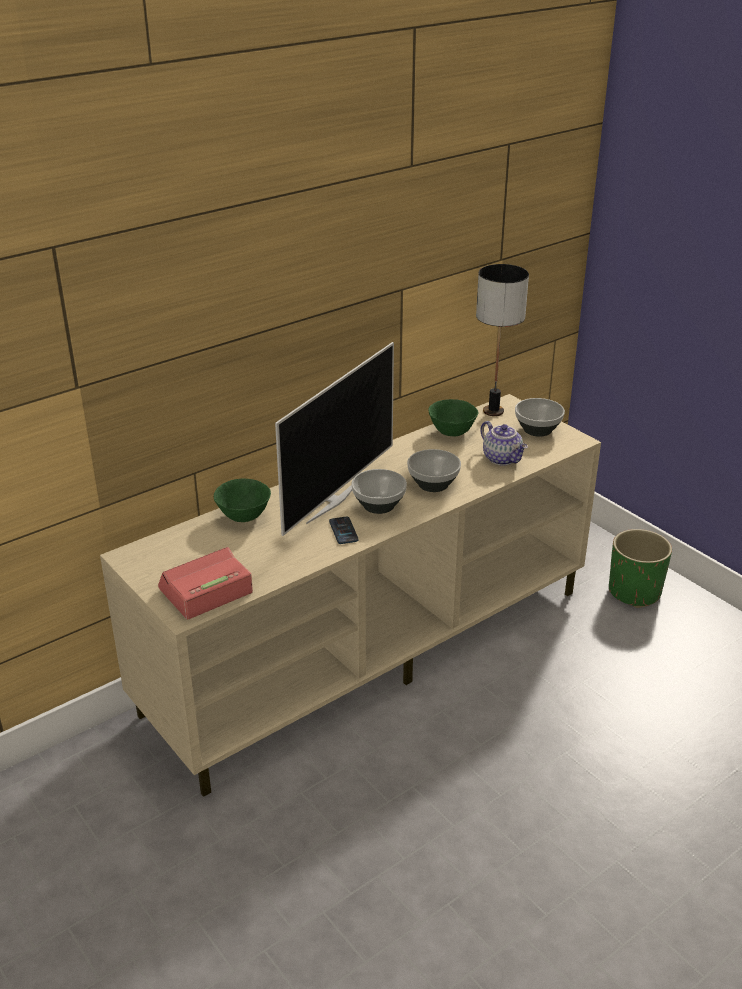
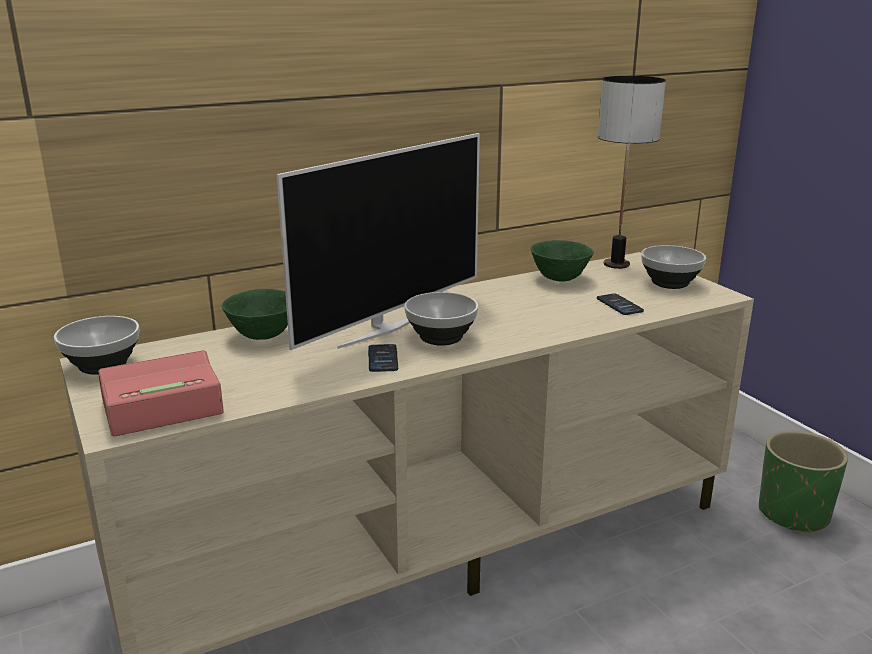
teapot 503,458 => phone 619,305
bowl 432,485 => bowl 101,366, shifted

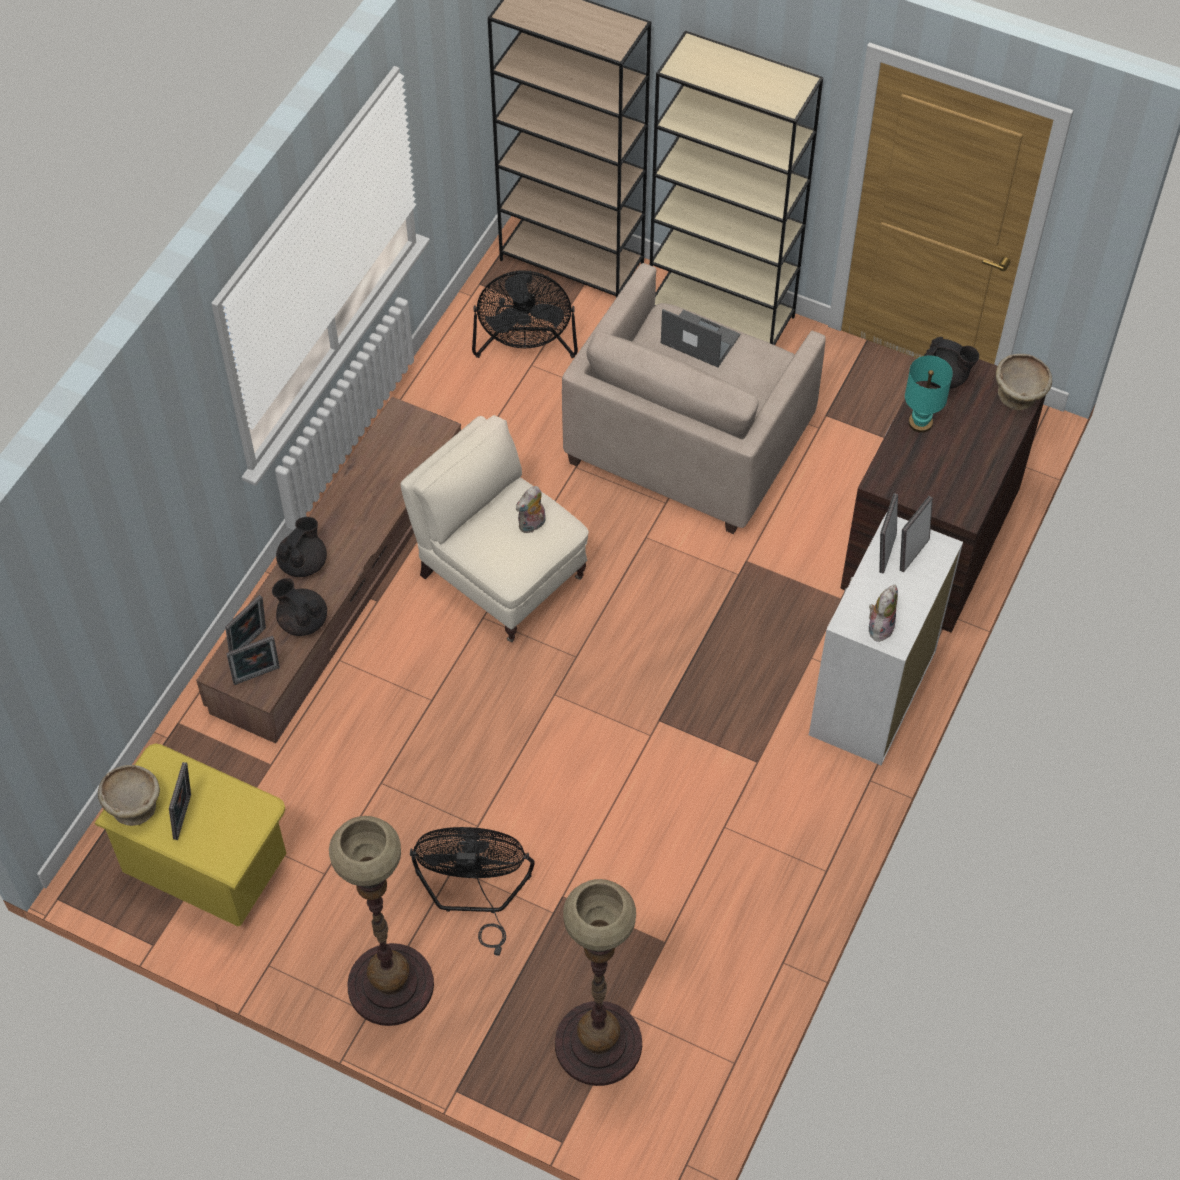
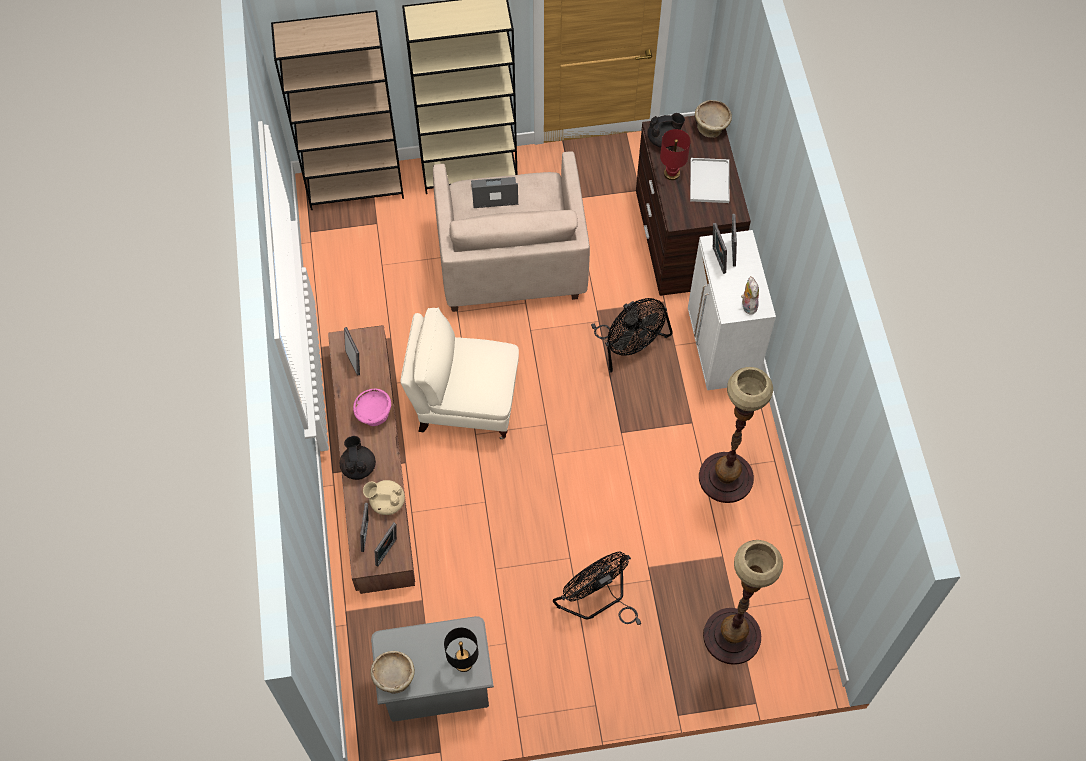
black fan 522,341 => black fan 627,345, shifted
turquoise table lamp 921,423 => red table lamp 672,173
plush toy 532,525 => nothing
black teapot 302,621 => beige teapot 387,502
yellow nightstand 210,867 => grey nightstand 436,684
picture frame 185,817 => picture frame 354,362, shifted
floor lamp 390,985 => floor lamp 726,478, shifted
nothing => white tray 710,182
nothing => pink bowl 374,416
nothing => black table lamp 463,662

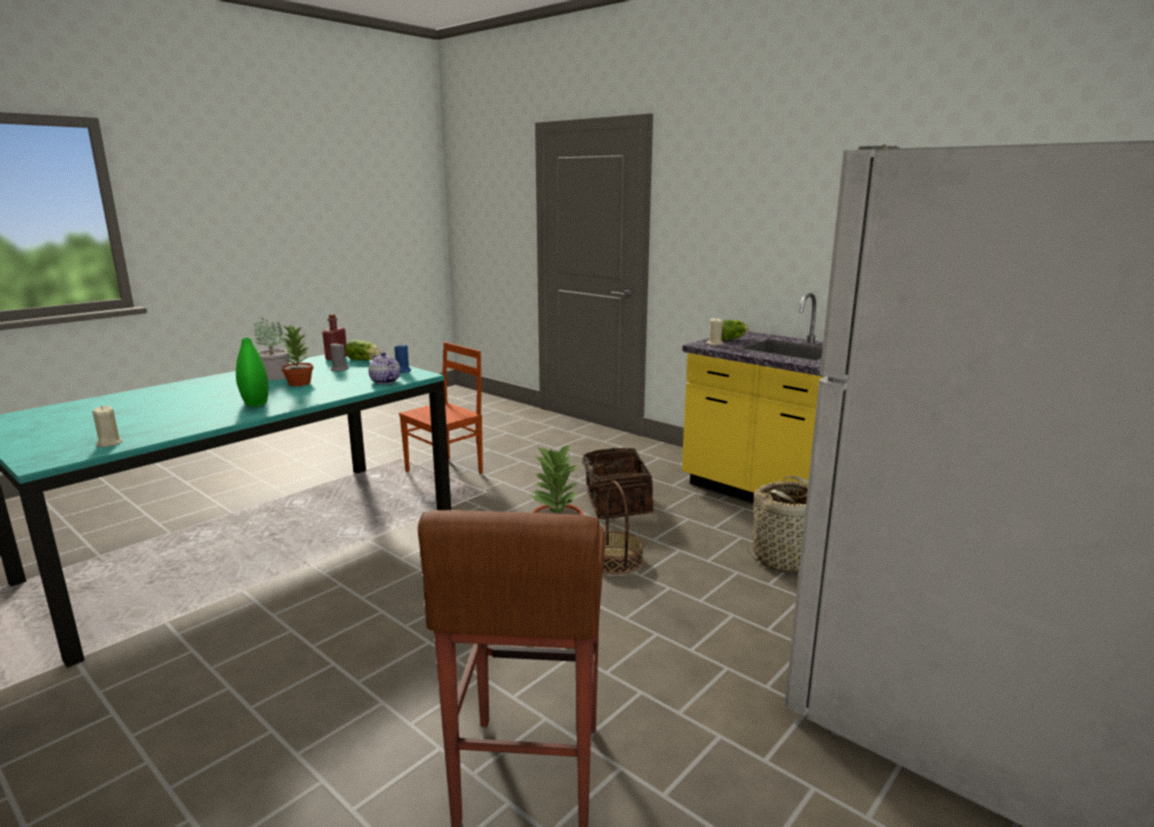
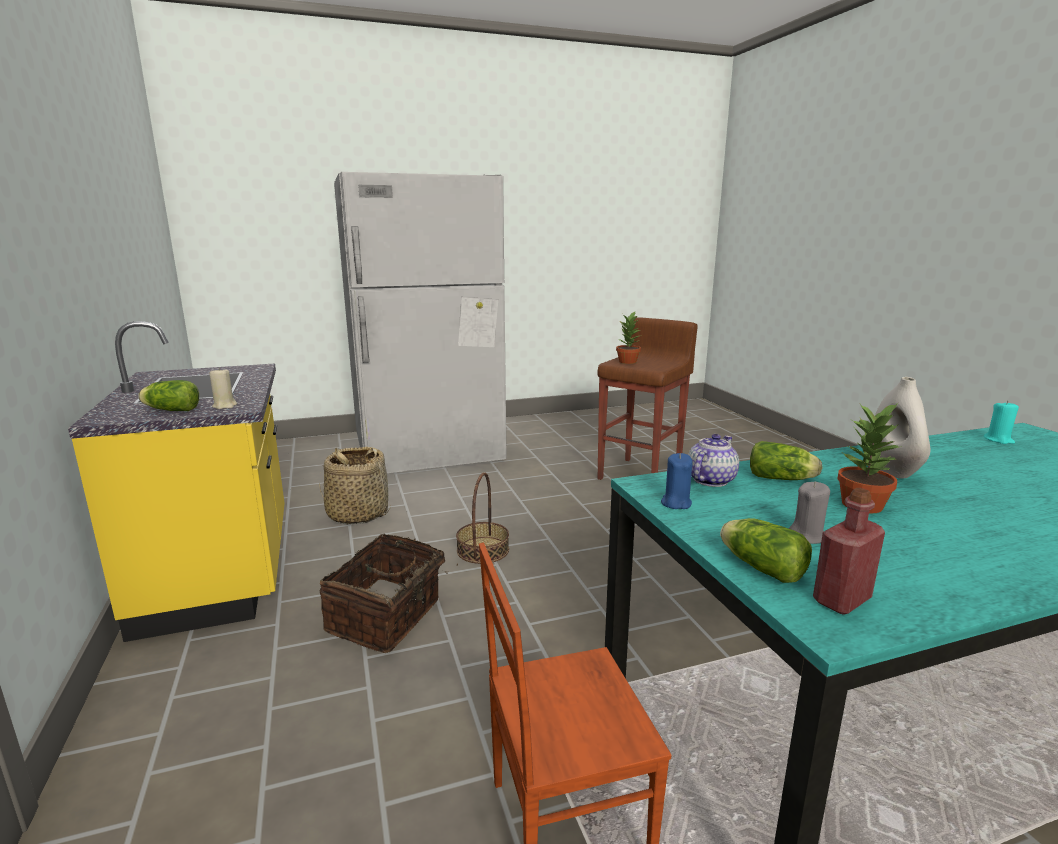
potted plant 274,377 => nothing
green vase 255,403 => white vase 893,471
teapot 384,381 => teapot 710,480, 135 degrees counterclockwise
beige candle 109,443 => turquoise candle 998,440
nothing => lettuce 783,479

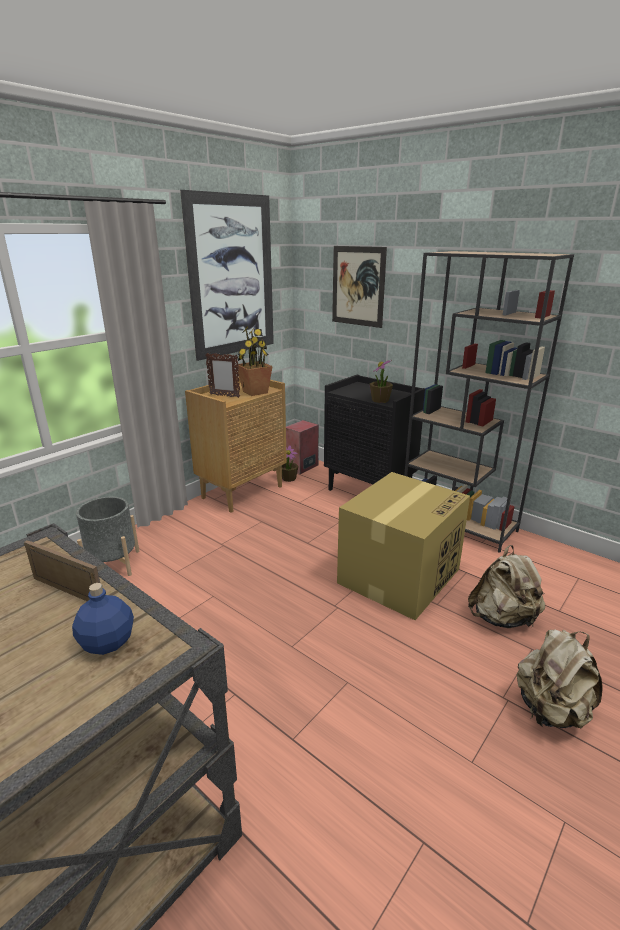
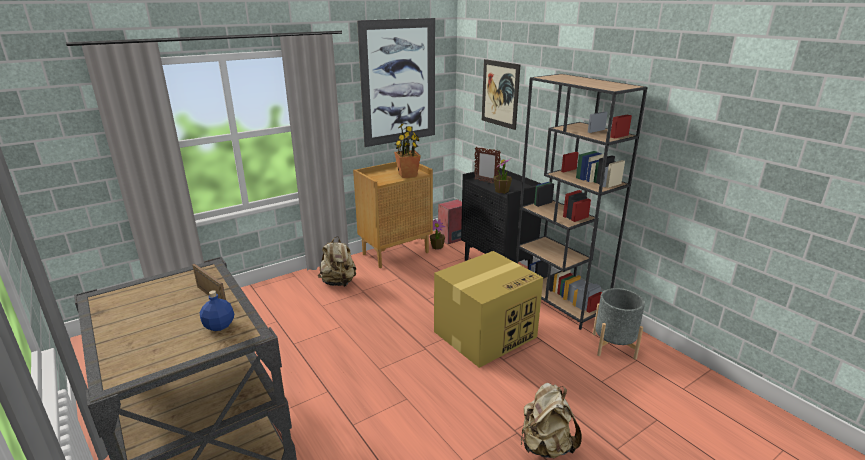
picture frame 224,396 => picture frame 486,182, shifted
grey planter 113,564 => grey planter 613,346, shifted
beige backpack 502,618 => beige backpack 339,283, shifted

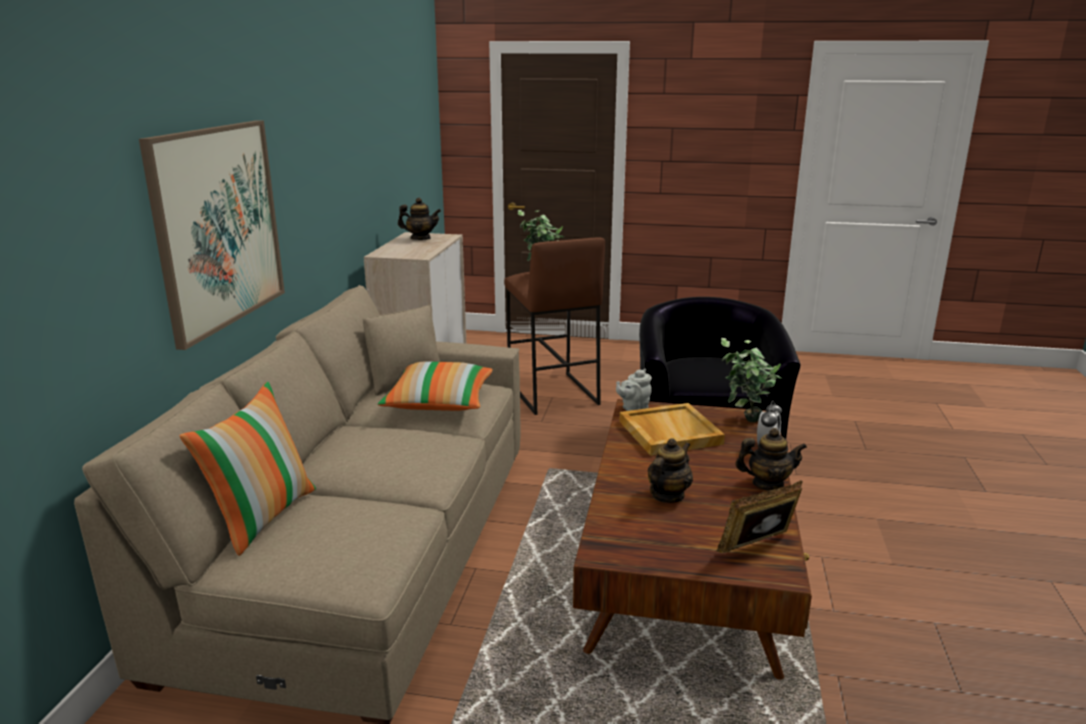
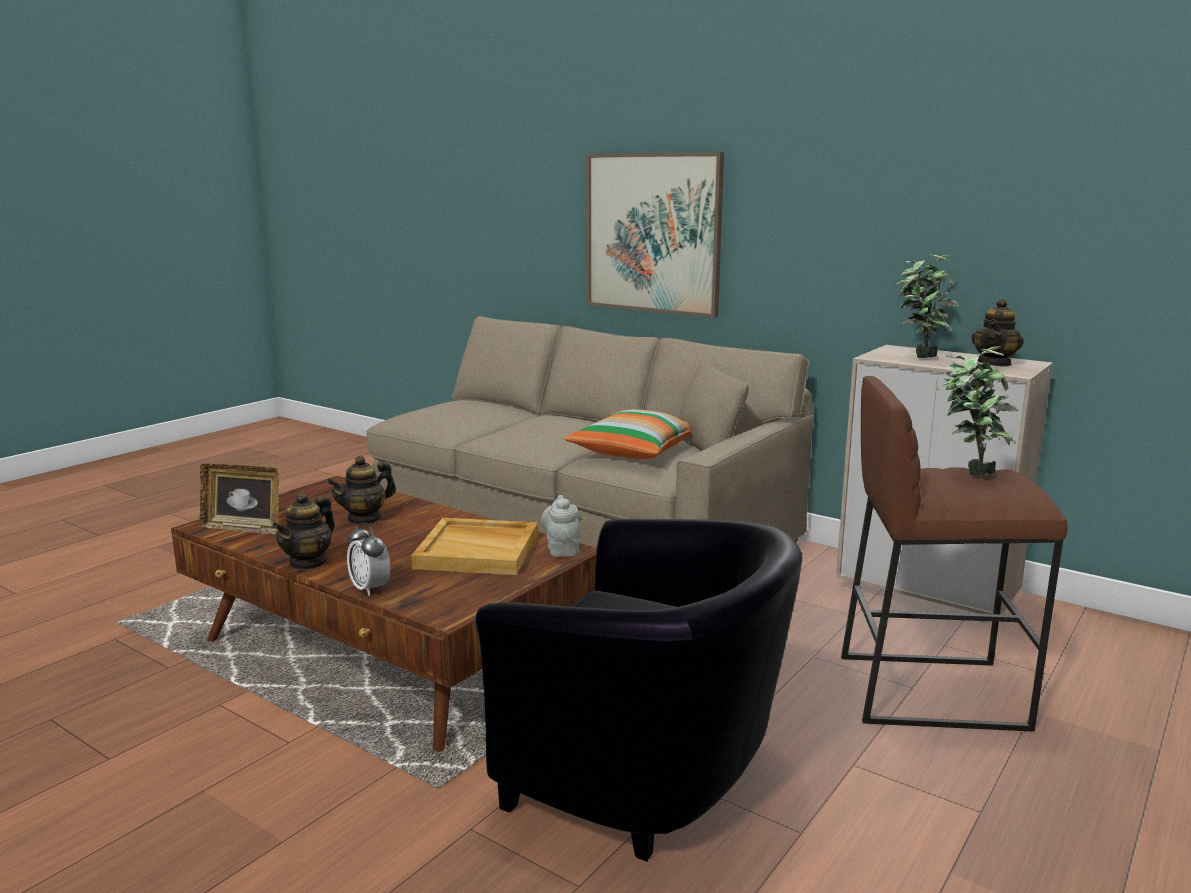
potted plant 744,422 => potted plant 920,356, shifted
pillow 262,516 => nothing
teapot 667,496 => teapot 365,519, 75 degrees clockwise
picture frame 758,547 => picture frame 243,528, 105 degrees clockwise

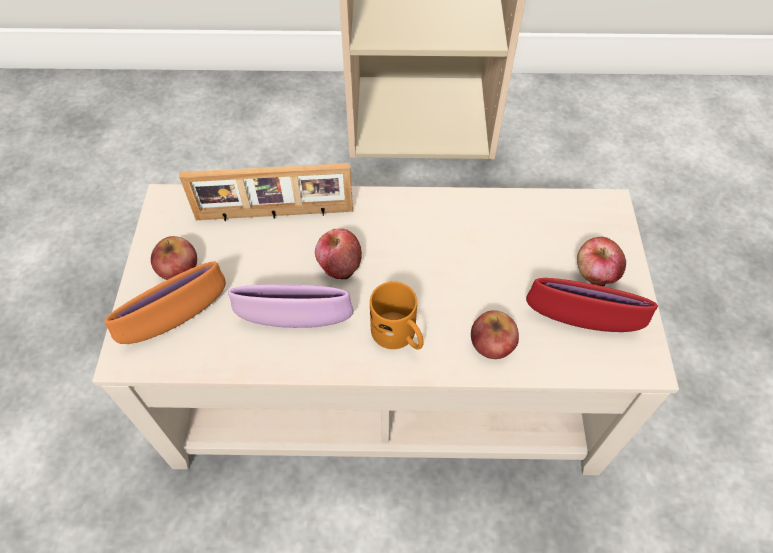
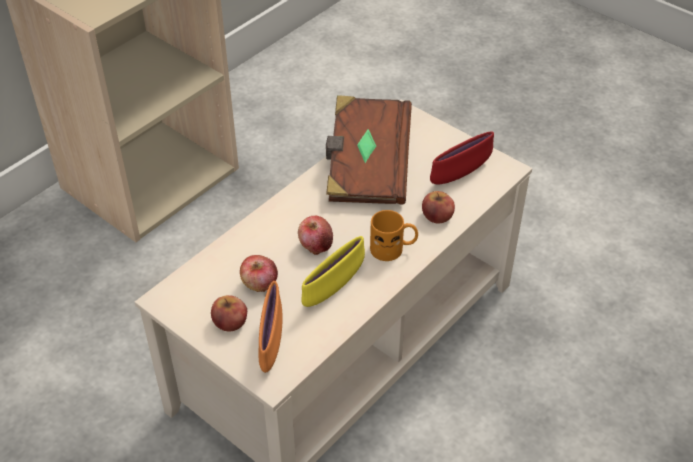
picture frame 274,215 => nothing
apple 595,273 => apple 259,284, shifted
purple bowl 295,321 => yellow bowl 334,287
nothing => brown book 366,169

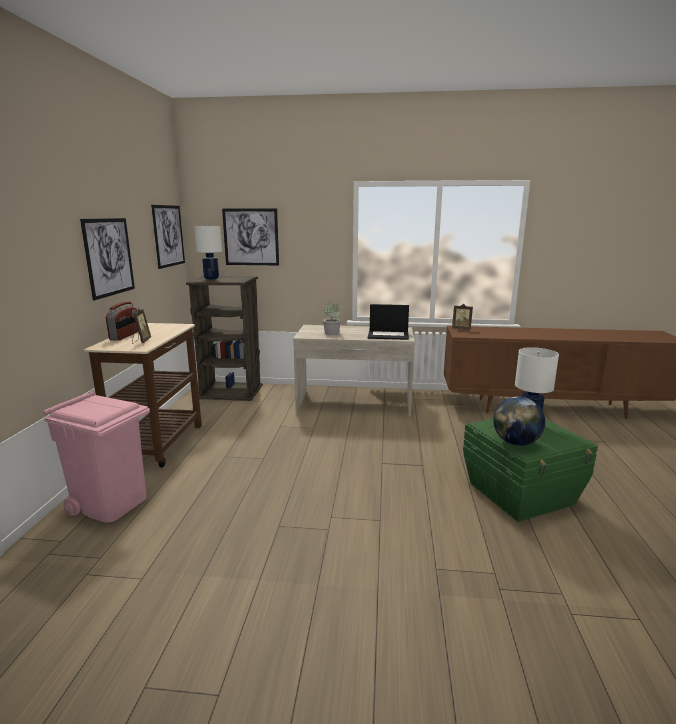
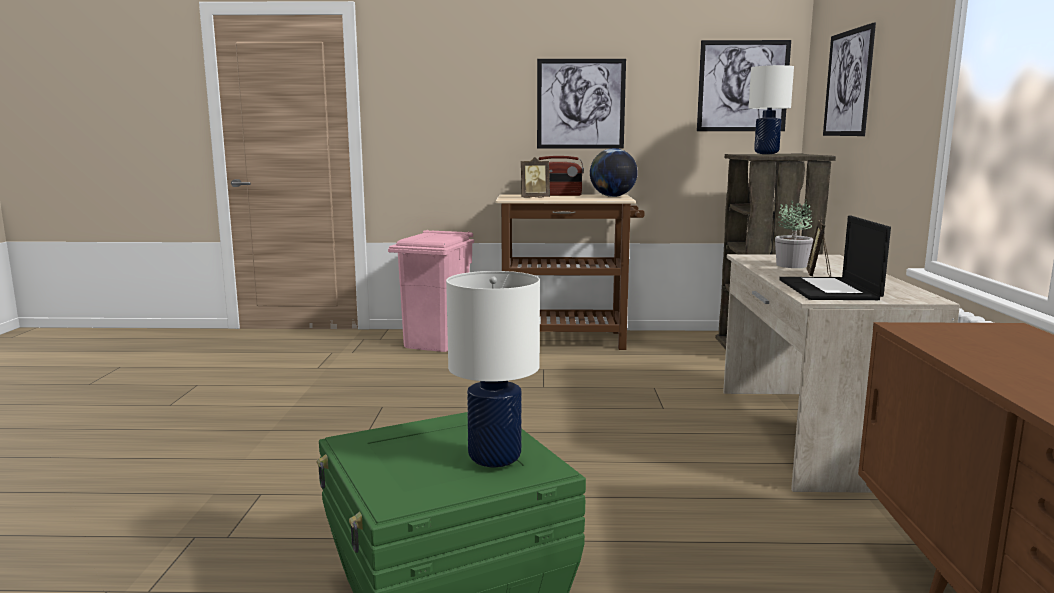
picture frame 461,329 => picture frame 818,275, shifted
globe 516,443 => globe 612,196, shifted

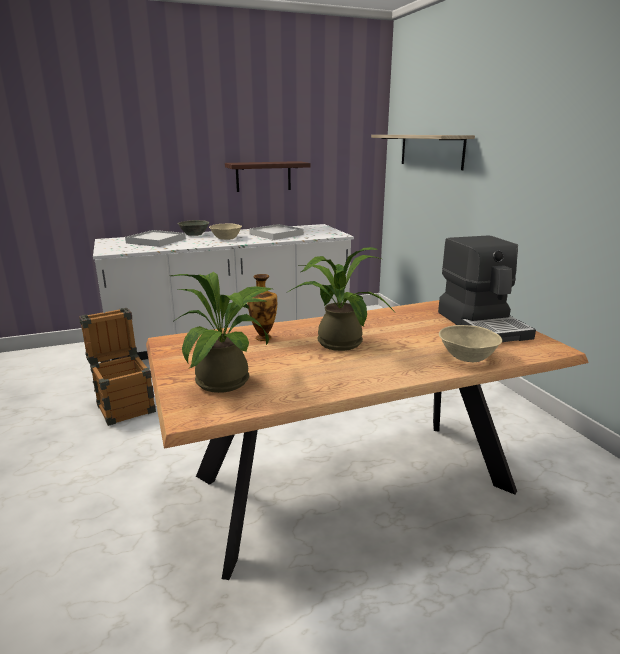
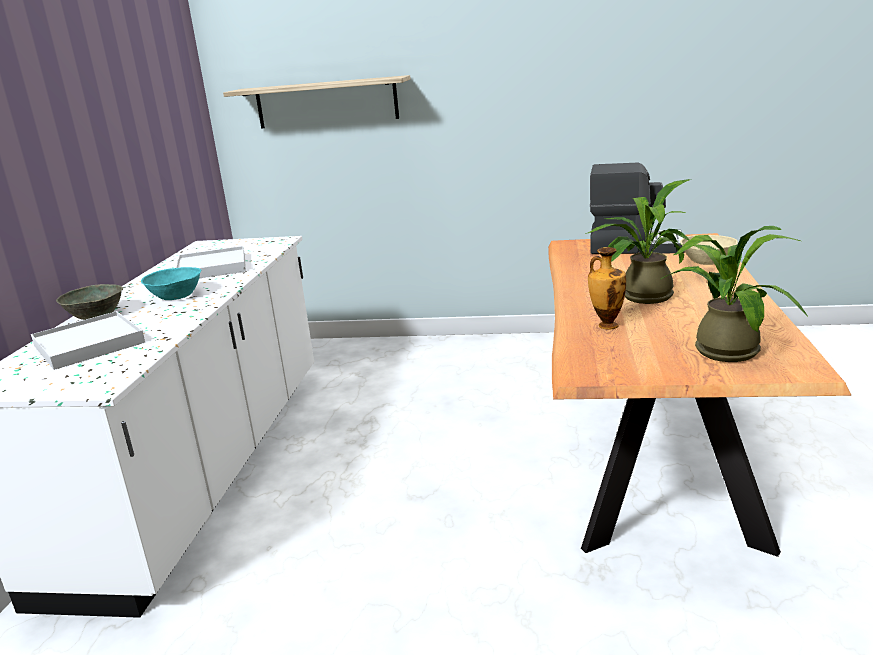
shelf 263,176 => nothing
beige bowl 226,238 => turquoise bowl 176,296
crate 124,405 => nothing

